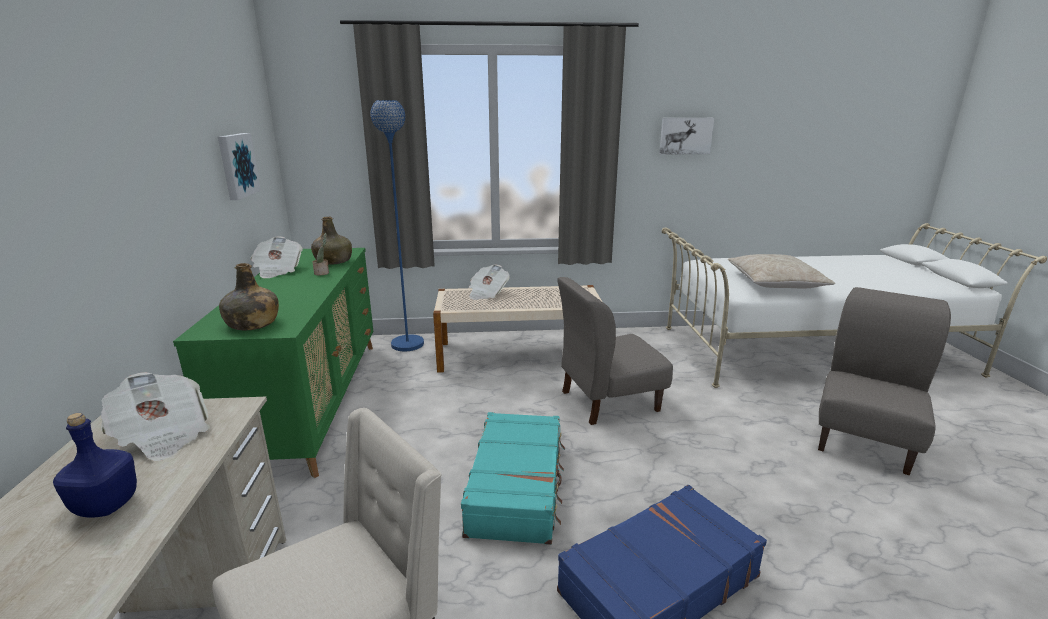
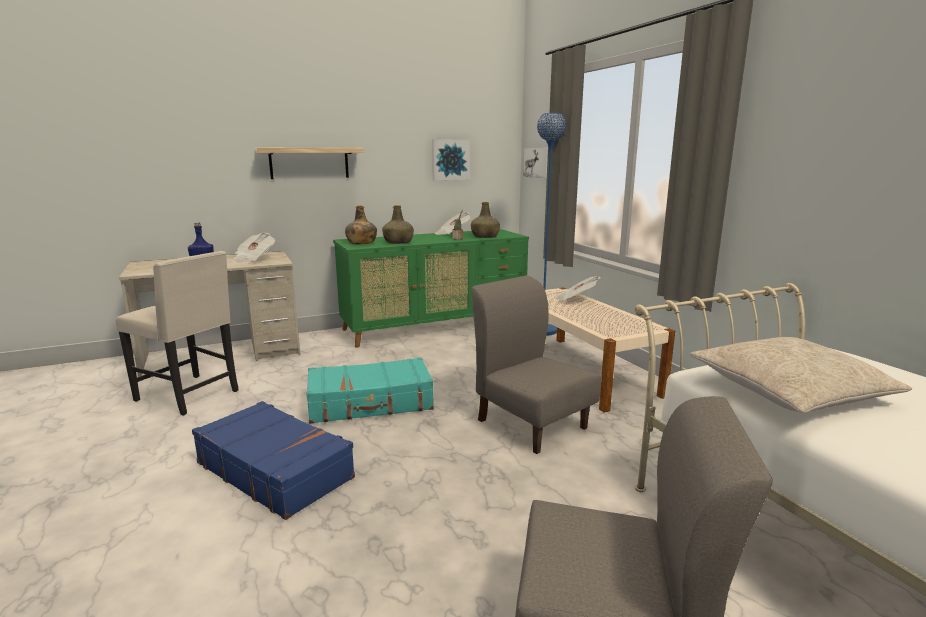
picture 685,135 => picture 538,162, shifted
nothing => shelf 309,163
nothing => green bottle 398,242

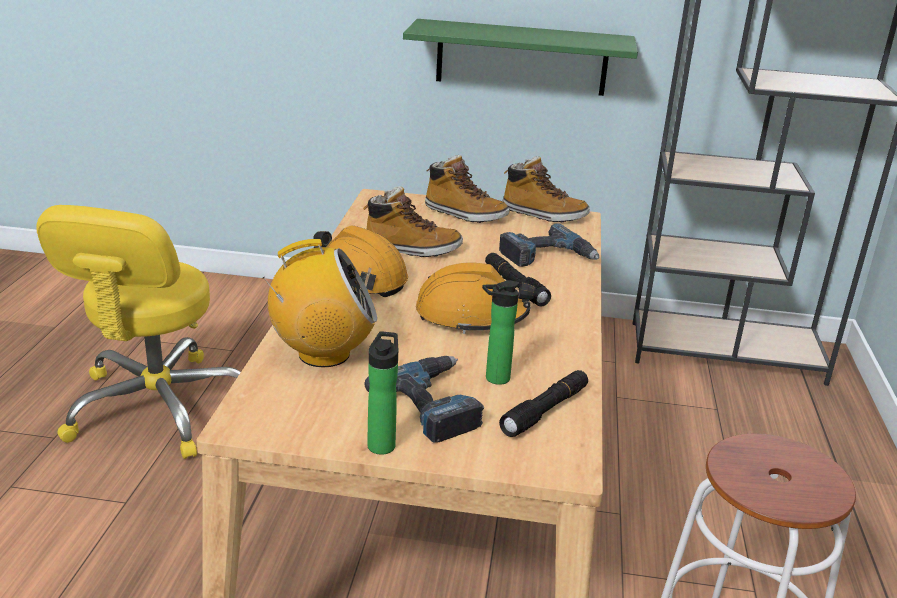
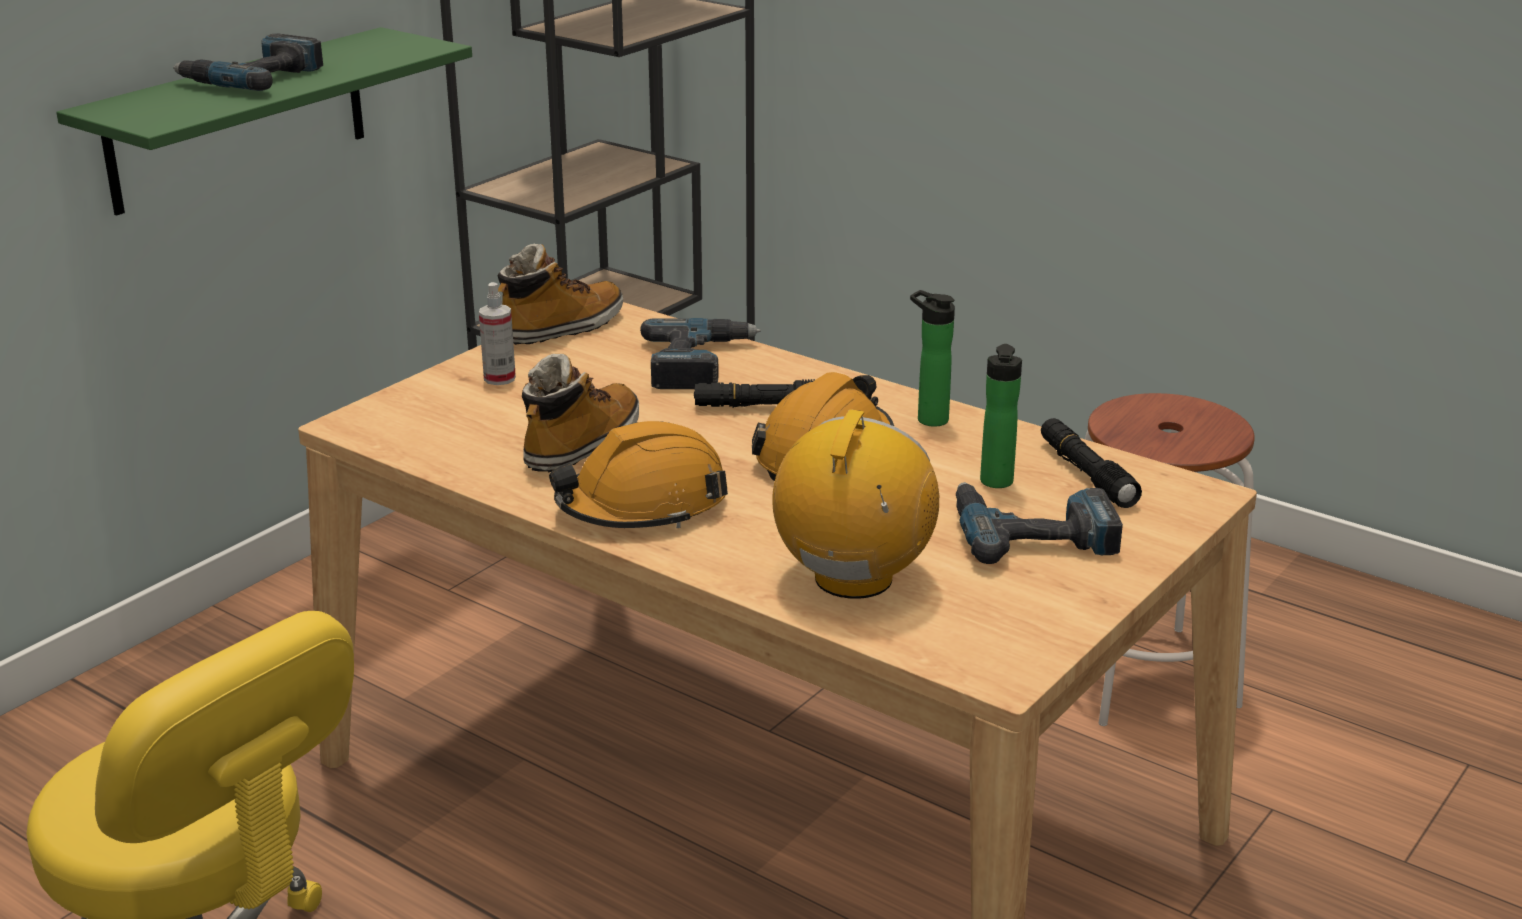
boot 464,214 => spray bottle 499,378
bottle 382,443 => bottle 928,419, shifted
nothing => power drill 253,77

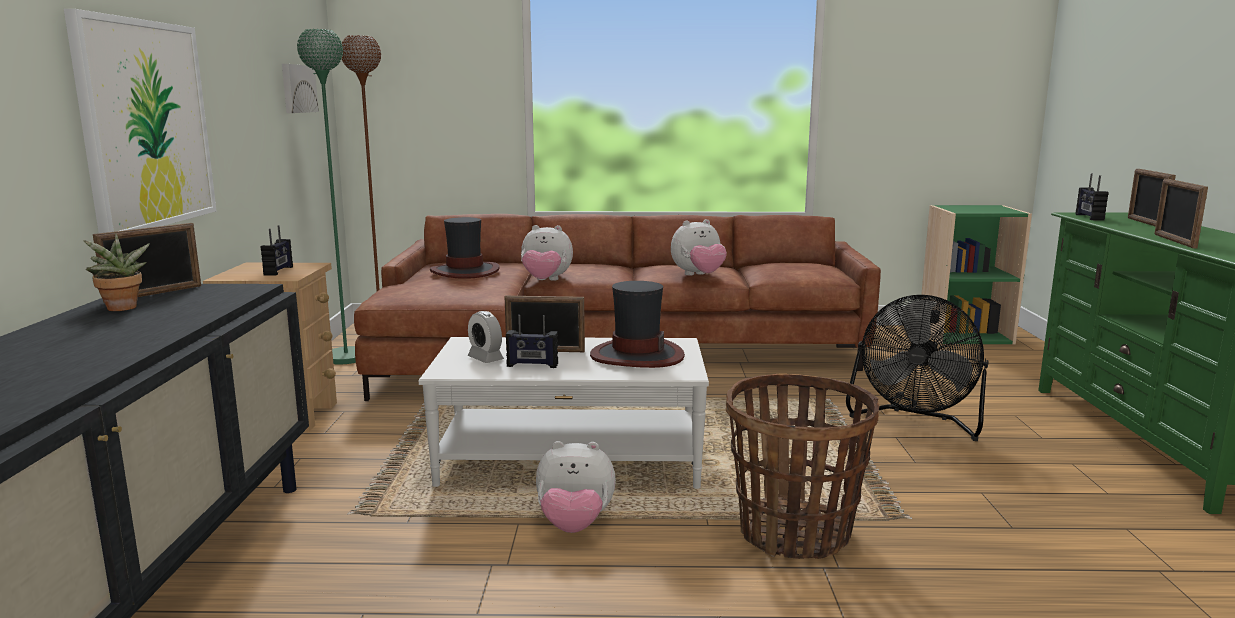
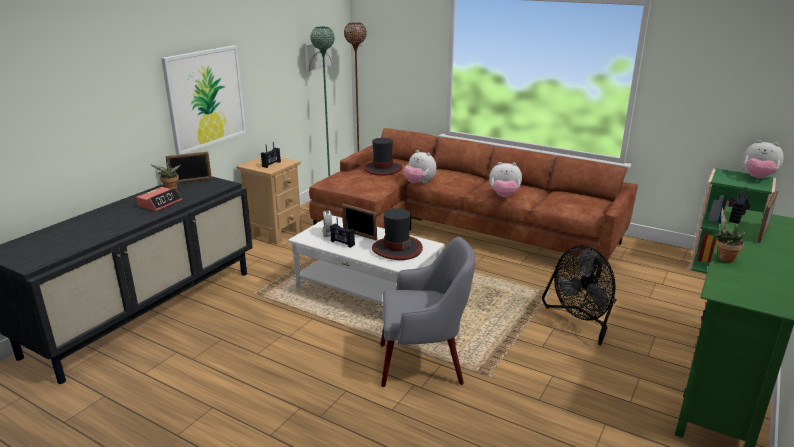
picture frame 1174,241 => potted plant 723,257
basket 794,533 => grey armchair 423,363
plush toy 575,525 => plush toy 758,178, shifted
nothing => alarm clock 160,203

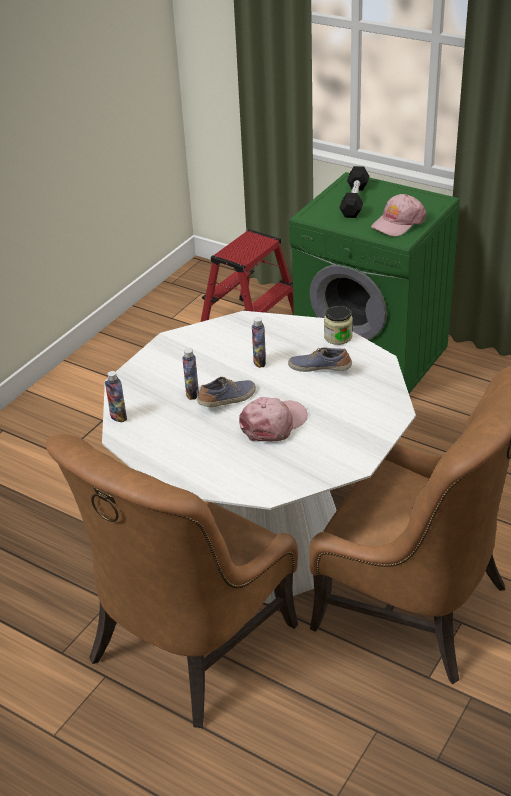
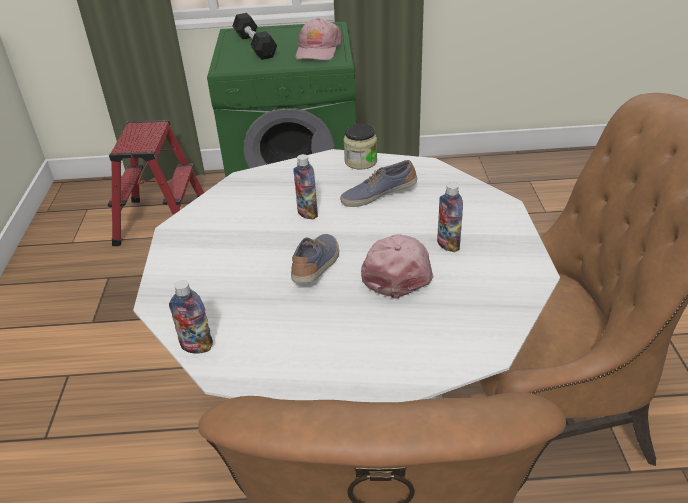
bottle 192,393 => bottle 448,245, shifted

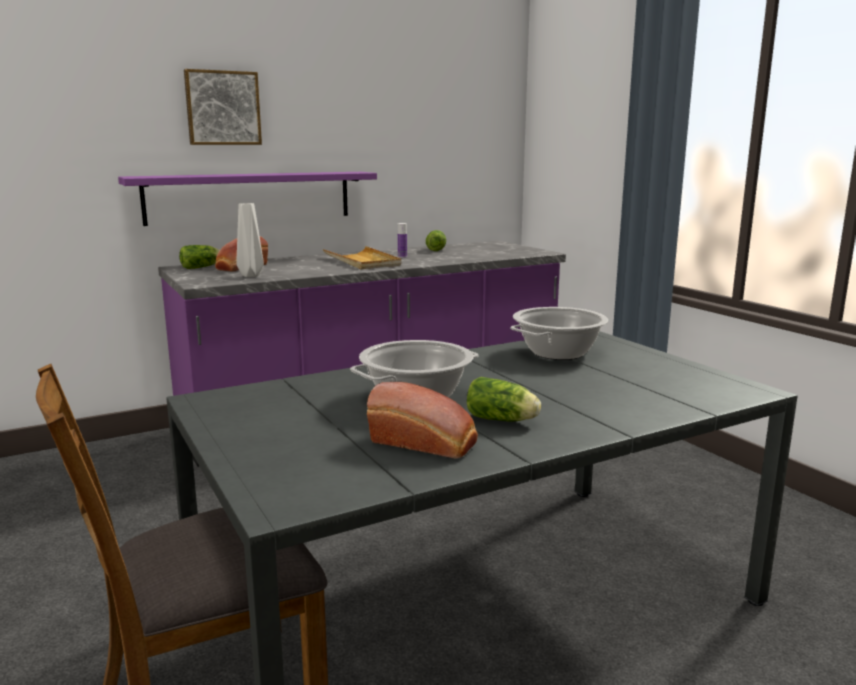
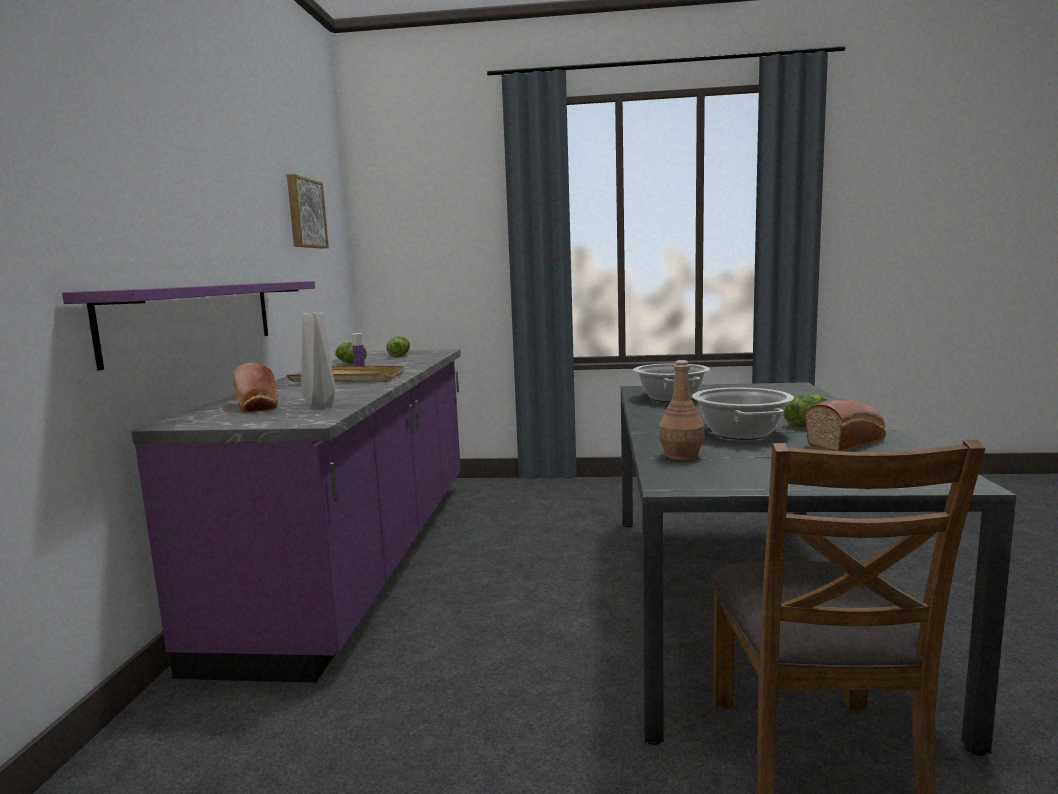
picture 222,108 => picture 304,213, shifted
lettuce 202,267 => lettuce 400,355, shifted
nothing => brown bottle 680,456

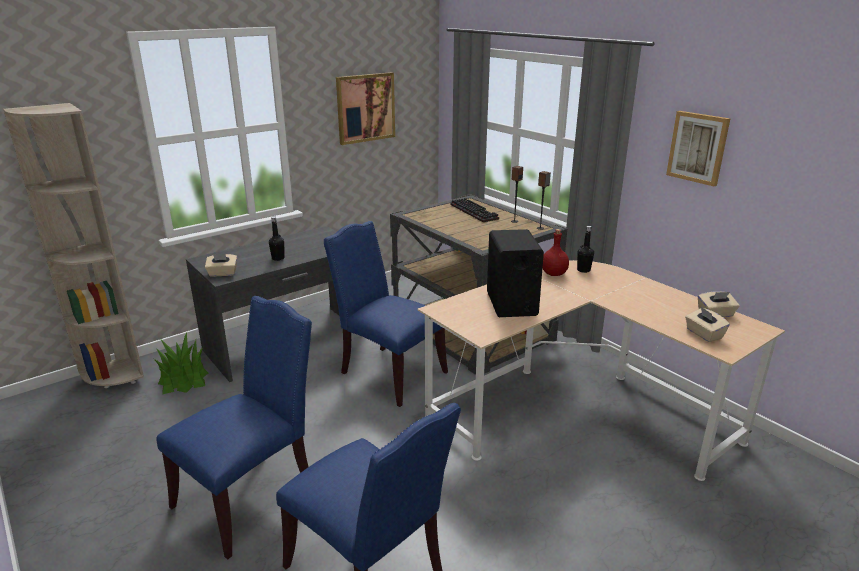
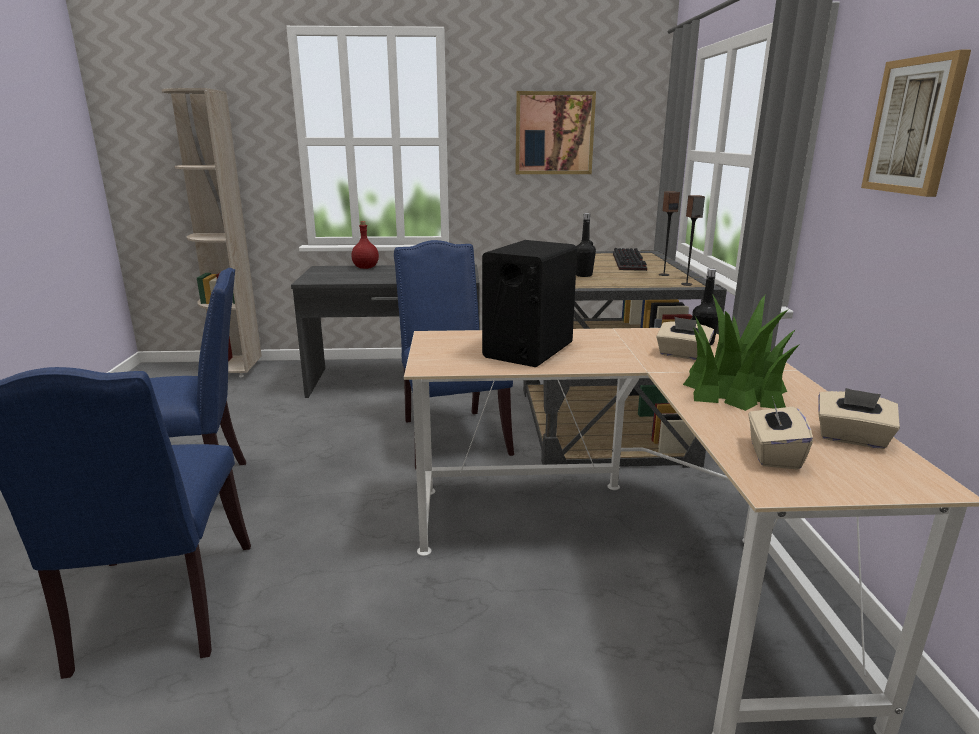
black bottle 278,258 => black bottle 583,275, shifted
red bottle 553,273 => red bottle 366,268, shifted
beige tissue box 222,273 => beige tissue box 682,355, shifted
potted plant 183,379 => potted plant 735,388, shifted

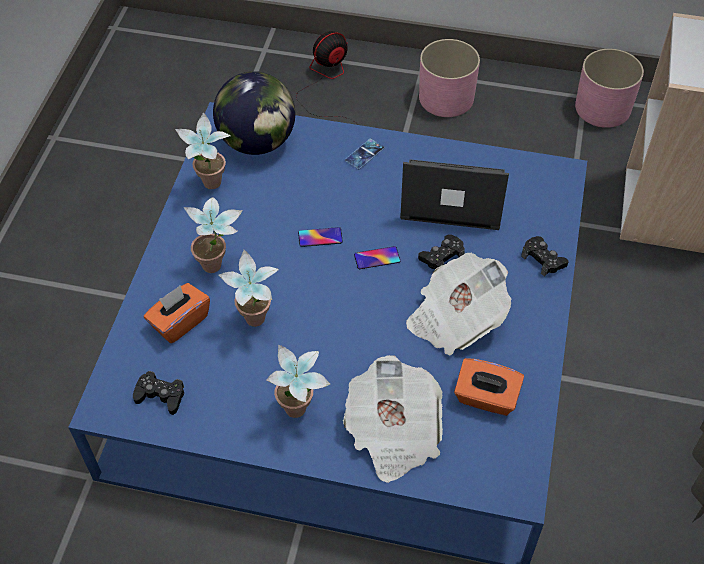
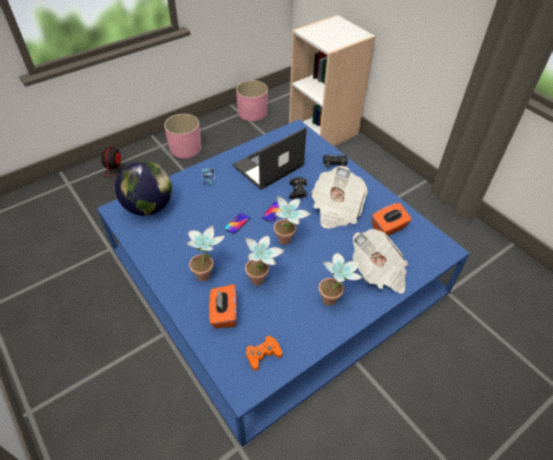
potted plant 211,188 => potted plant 287,243, shifted
black game controller 160,395 => orange game controller 263,354

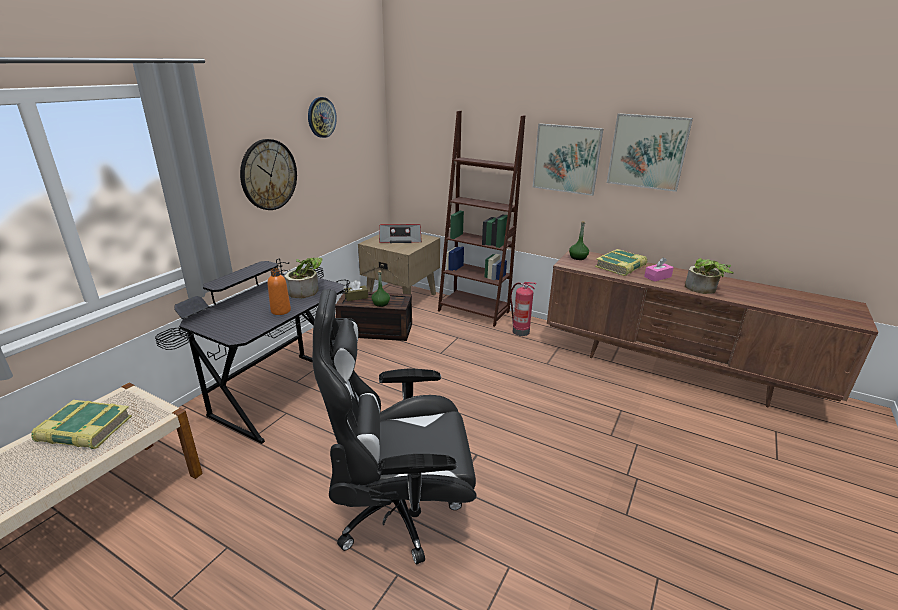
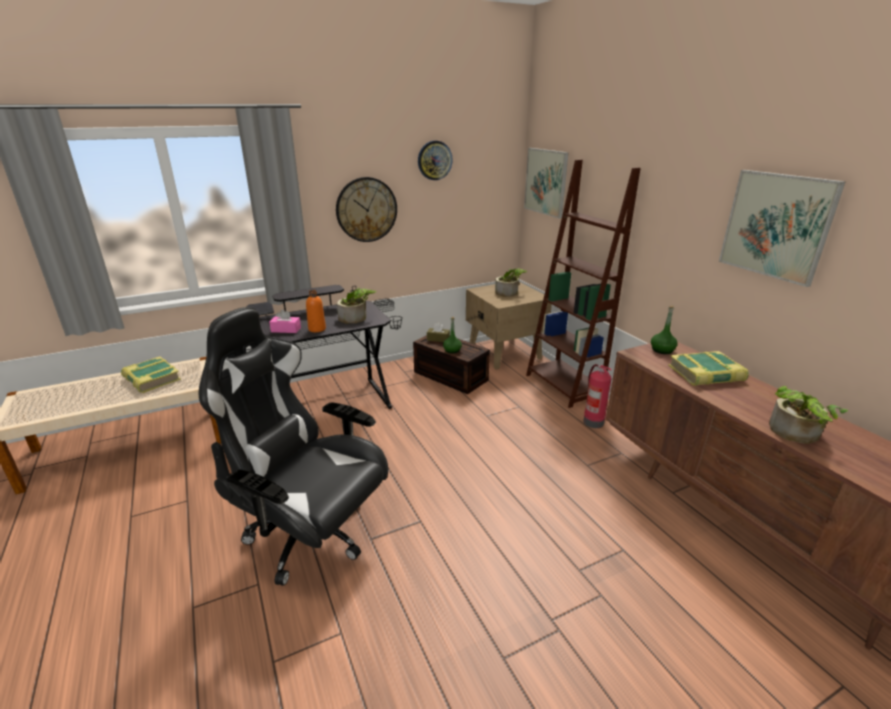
picture 566,159 => picture 546,182, shifted
radio 400,239 => potted plant 509,292
pink tissue box 657,277 => pink tissue box 286,330, shifted

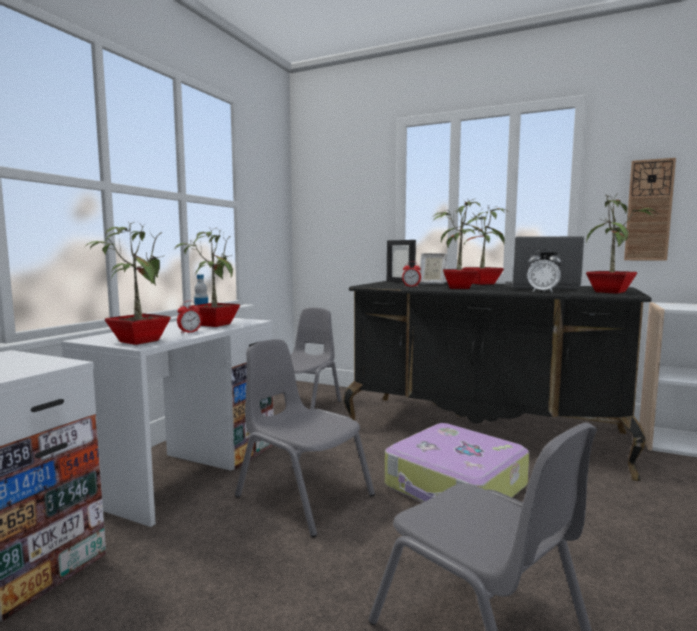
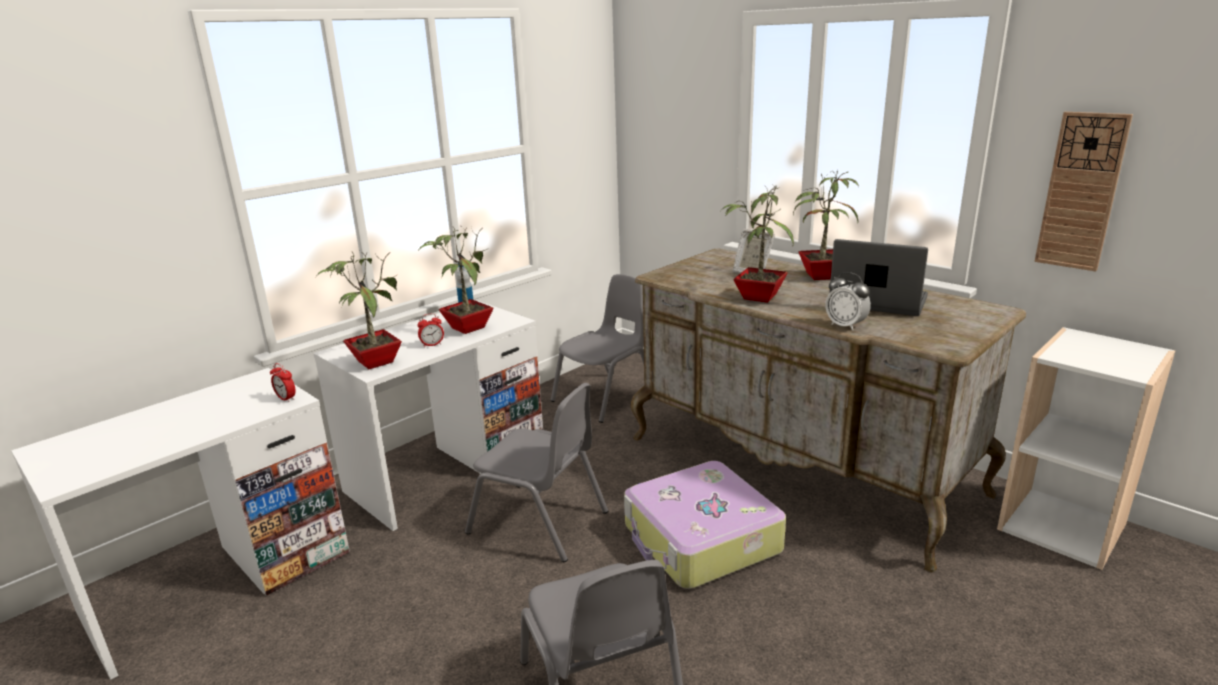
potted plant 612,292 => nothing
picture frame 401,282 => nothing
alarm clock 411,286 => alarm clock 286,398, shifted
black dresser 483,431 => beige dresser 798,465
grey chair 303,496 => grey chair 539,522, 150 degrees clockwise

